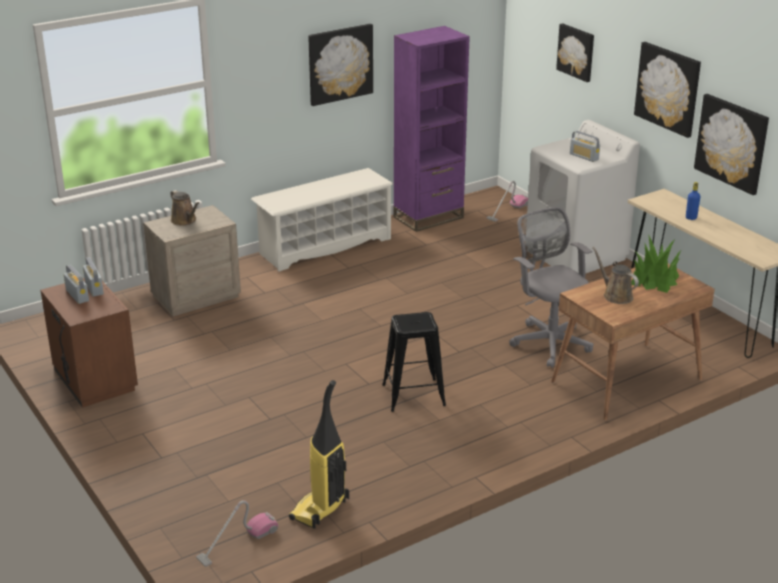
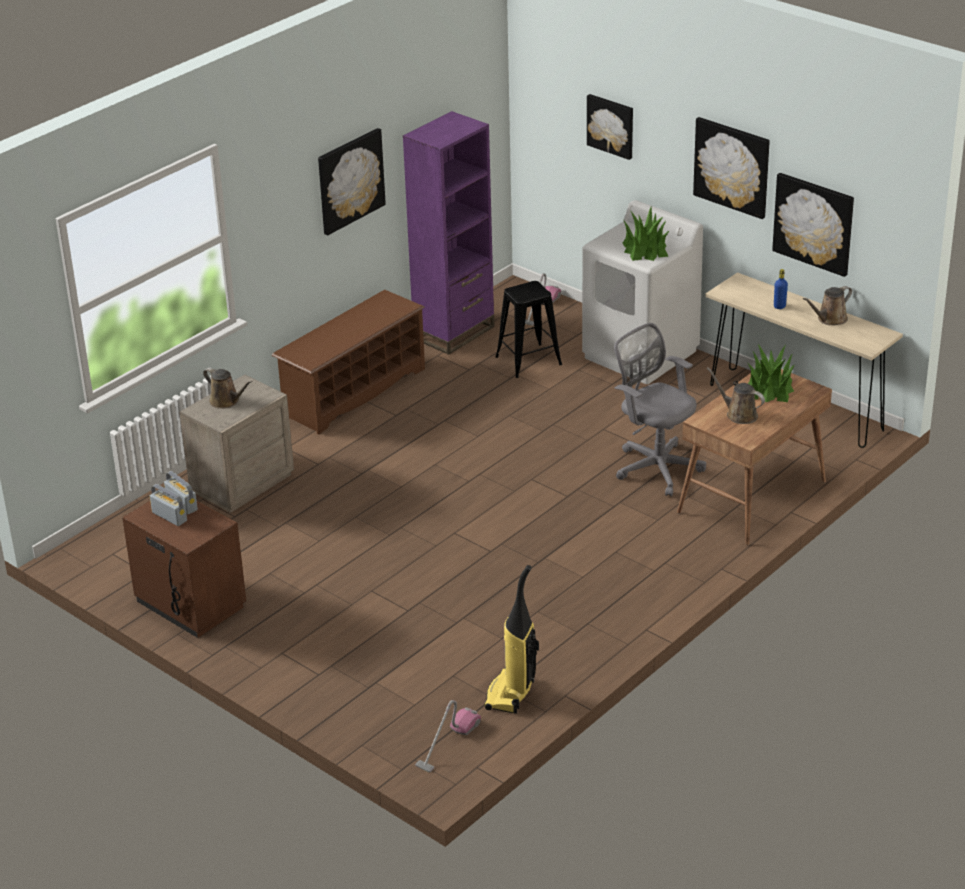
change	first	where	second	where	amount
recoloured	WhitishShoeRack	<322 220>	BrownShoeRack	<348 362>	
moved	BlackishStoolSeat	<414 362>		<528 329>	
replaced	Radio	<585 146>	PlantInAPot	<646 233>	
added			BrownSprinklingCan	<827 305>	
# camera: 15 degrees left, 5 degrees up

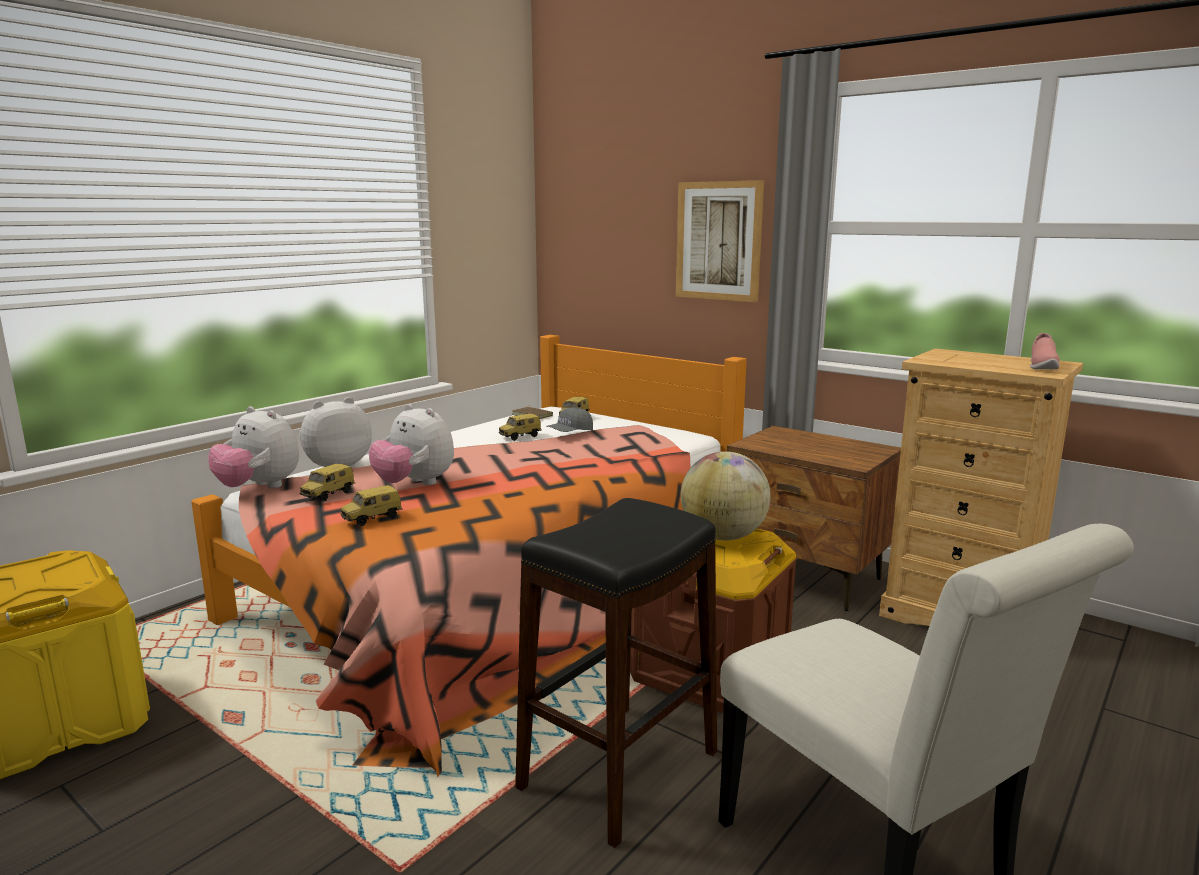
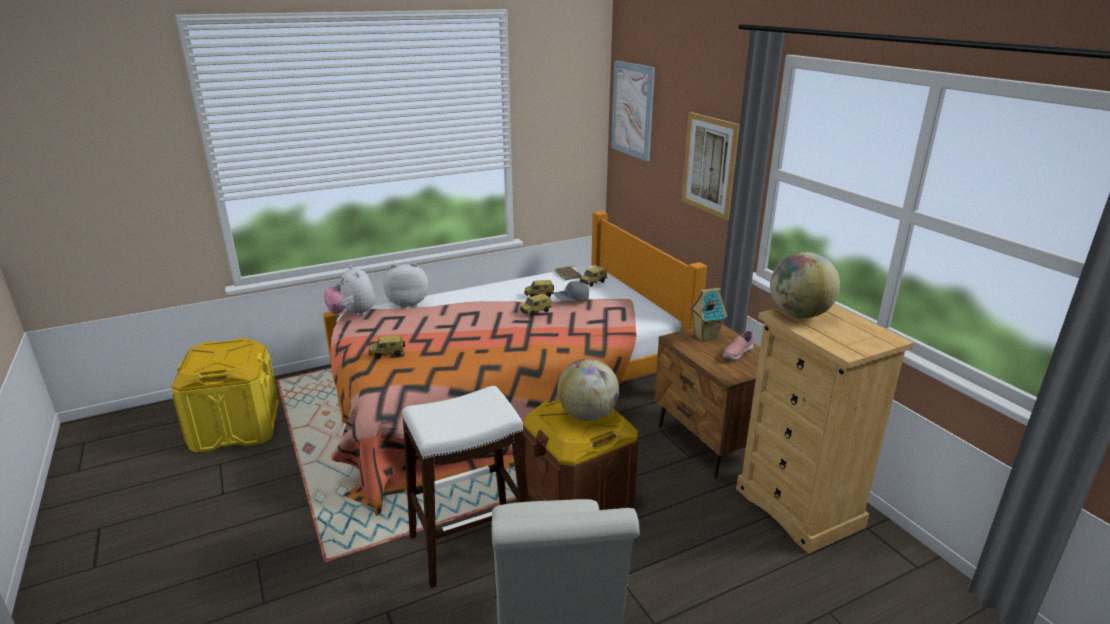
change	first	where	second	where	amount
recoloured	BlackishStoolSeat	<616 673>	WhitishStoolSeat	<465 487>	
moved	MiniatureCar	<328 483>		<536 305>	
added			Picture	<633 111>	
added			ModelHouse	<708 315>	
moved	PinkColouredShoe	<1045 351>		<738 345>	
added			Globe	<805 285>	
removed	SoftToy	<411 444>			
# camera: 25 degrees right, 10 degrees up

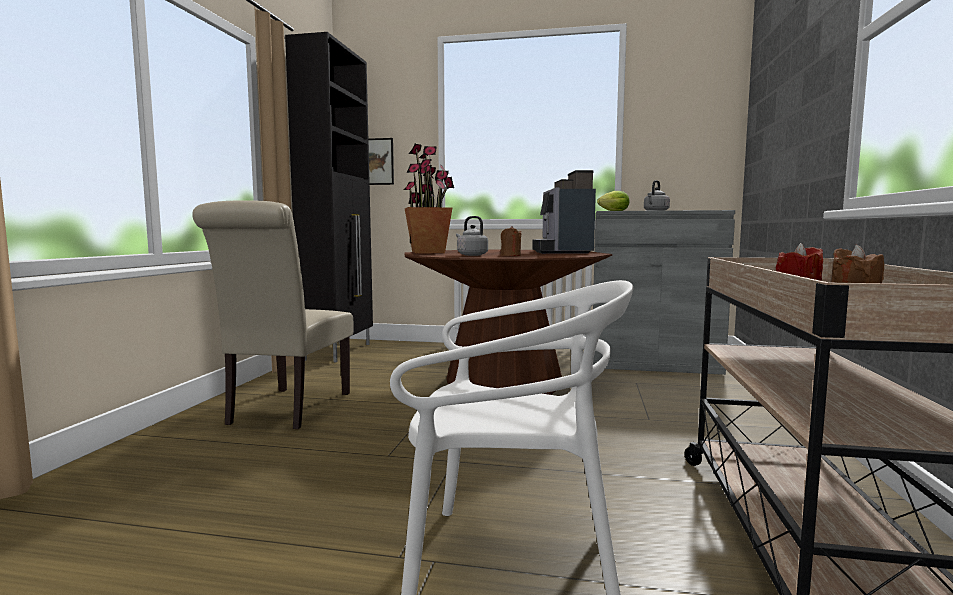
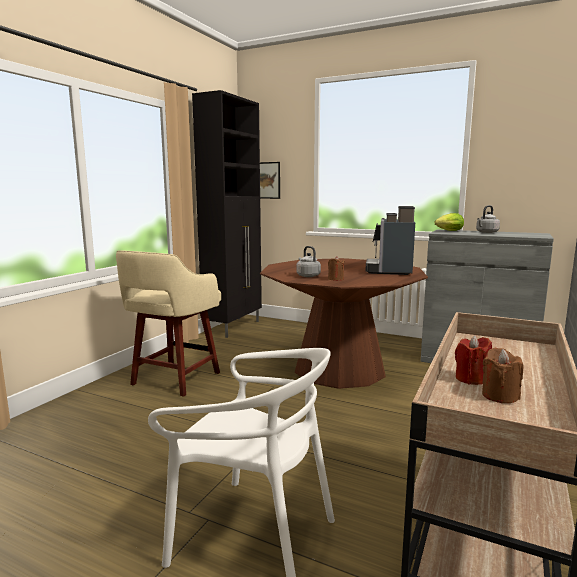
change	first	where	second	where	amount
replaced	BeigePlainChair	<273 314>	BeigeStoolSeat	<168 323>	
removed	PlantInAPot	<428 199>			
# camera: 15 degrees right, 5 degrees up

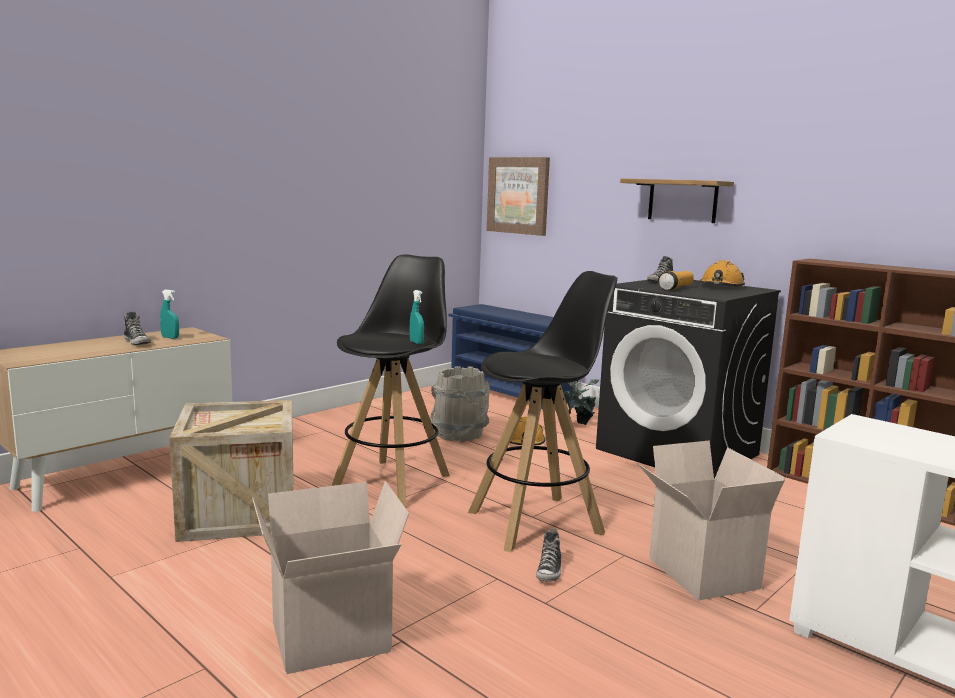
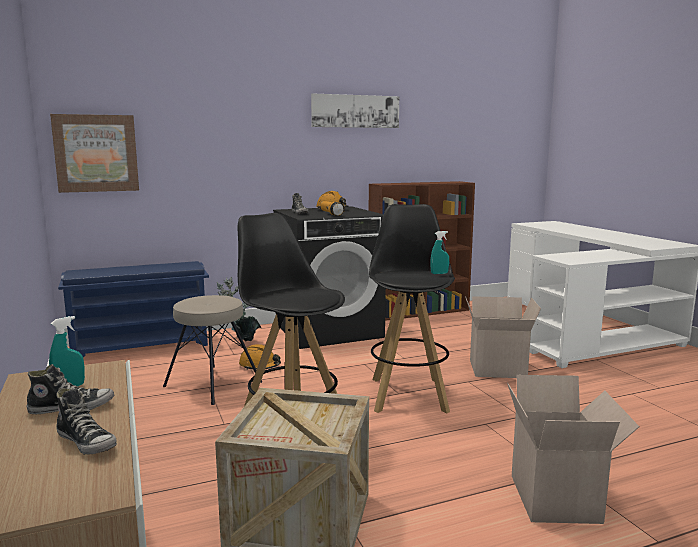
change	first	where	second	where	amount
moved	Shoe	<548 555>		<86 421>	
replaced	GrayBucket	<460 404>	BeigeStoolSeat	<212 350>	
added			Picture	<355 110>	
moved	BlueGreenHandSprayer	<417 317>		<439 252>	
removed	WallShelf	<677 201>			
# camera: 65 degrees left, 0 degrees up

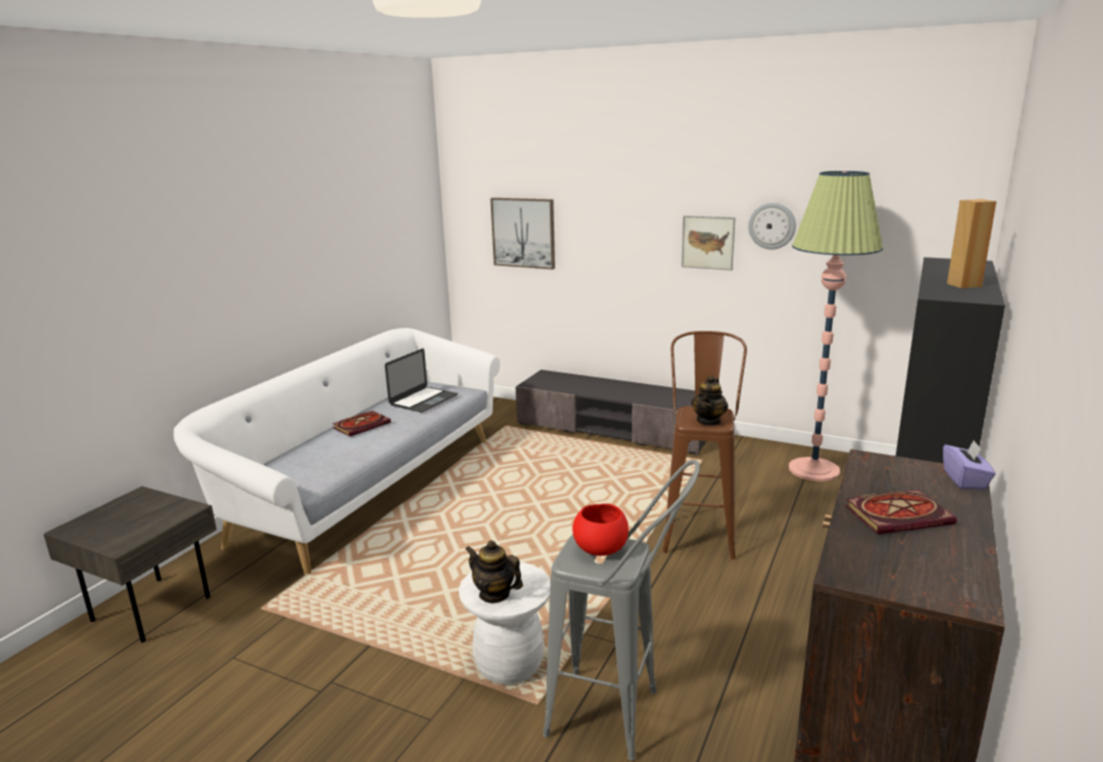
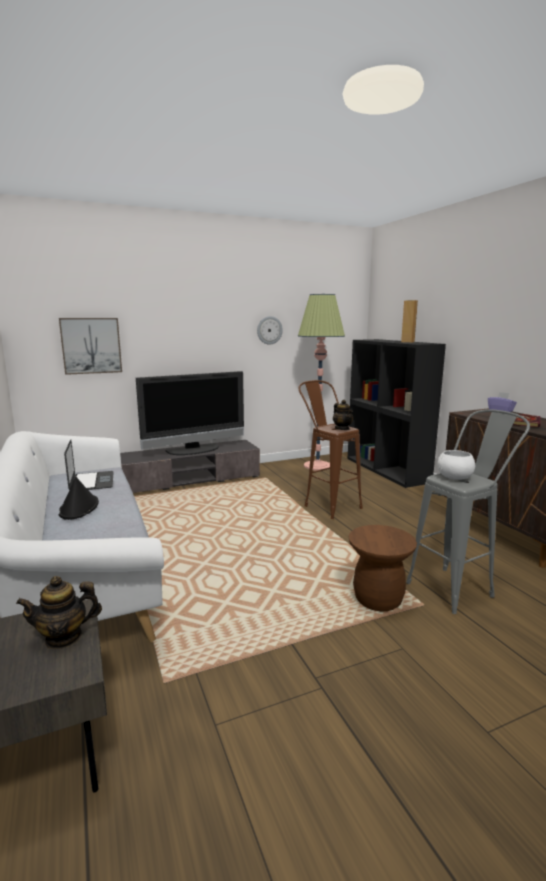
change	first	where	second	where	amount
moved	PotForTea	<494 571>		<59 612>	
replaced	Book	<362 423>	BlackishHat	<79 498>	
added			Tv	<190 413>	
recoloured	WhitishStoolSeat	<504 623>	BrownStoolSeat	<383 568>	
recoloured	RedDeepDish	<600 529>	WhitishDeepDish	<456 465>	
removed	Picture	<708 242>			
# camera: 50 degrees left, 5 degrees down

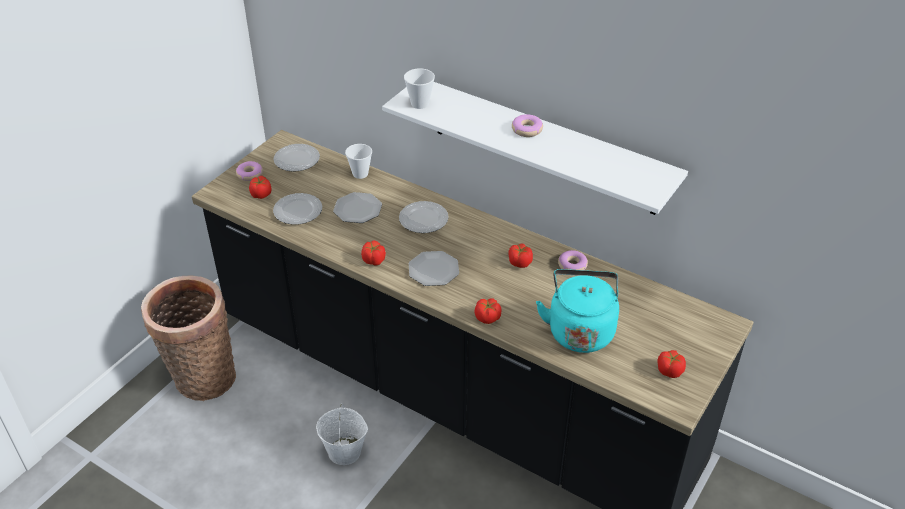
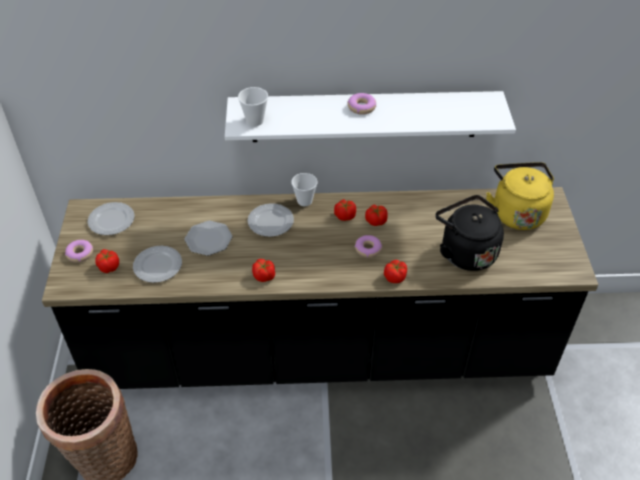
change	first	where	second	where	amount
moved	DrinkingCup	<358 161>		<304 189>	
moved	Tomato	<671 364>		<345 210>	
moved	Doughnut	<573 260>		<368 246>	
recoloured	BlueGreenKettle	<577 311>	BlackishKettle	<469 233>	
added			YellowKettle	<520 196>	
removed	WhitishBucket	<342 434>			
removed	Plate	<434 268>			
# camera: 35 degrees left, 5 degrees up

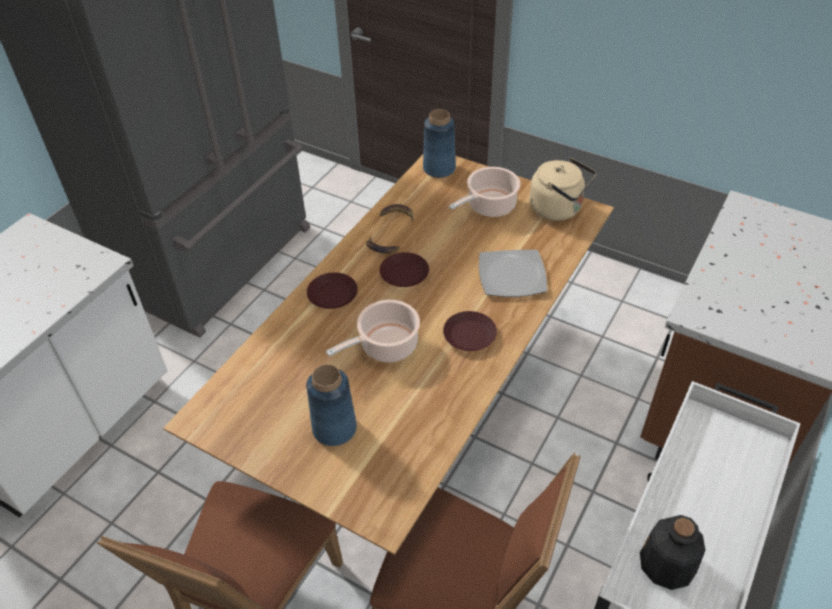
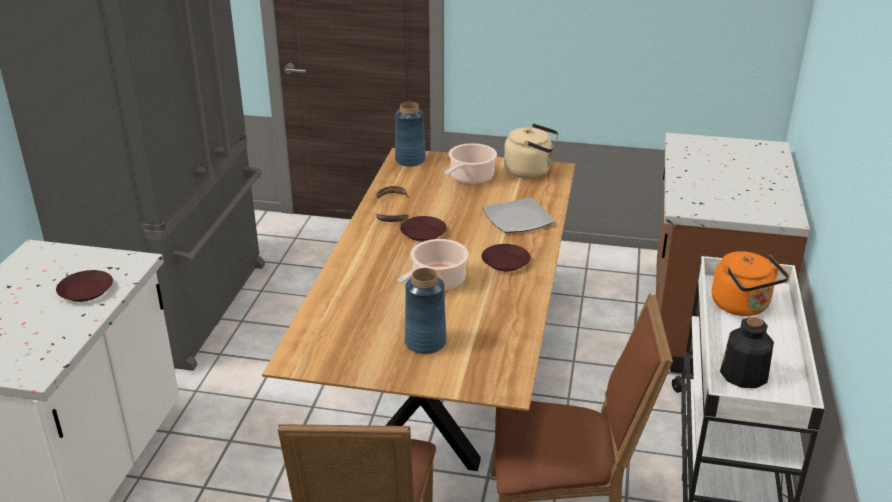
change	first	where	second	where	amount
moved	BrownPlate	<332 290>		<84 286>	
added			OrangeColouredKettle	<750 283>	
# camera: 20 degrees left, 15 degrees down

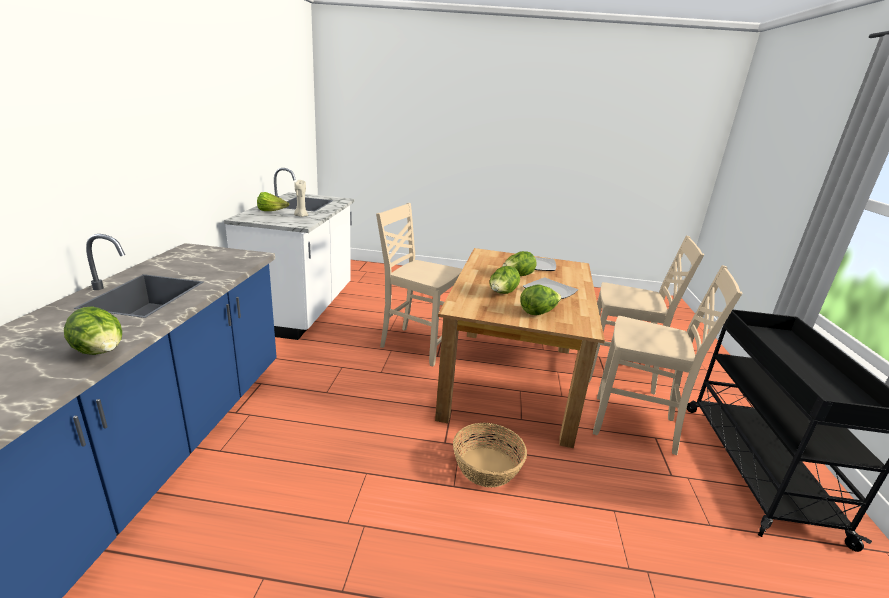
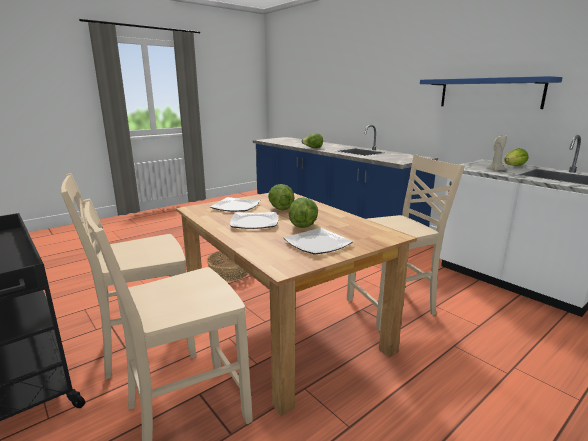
change	first	where	second	where	amount
replaced	LettuceHead	<540 300>	Plate	<235 204>	
added			BlueColouredWallShelf	<491 92>	
# camera: 135 degrees right, 5 degrees down

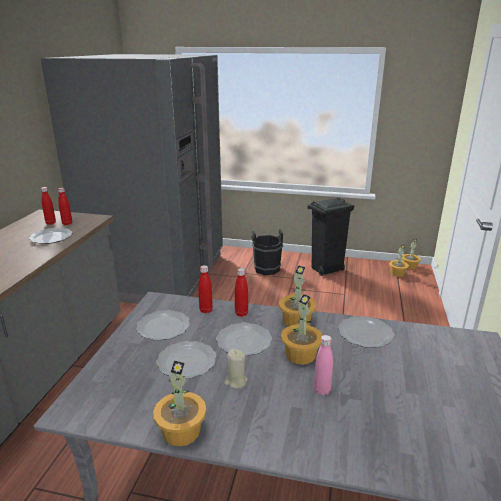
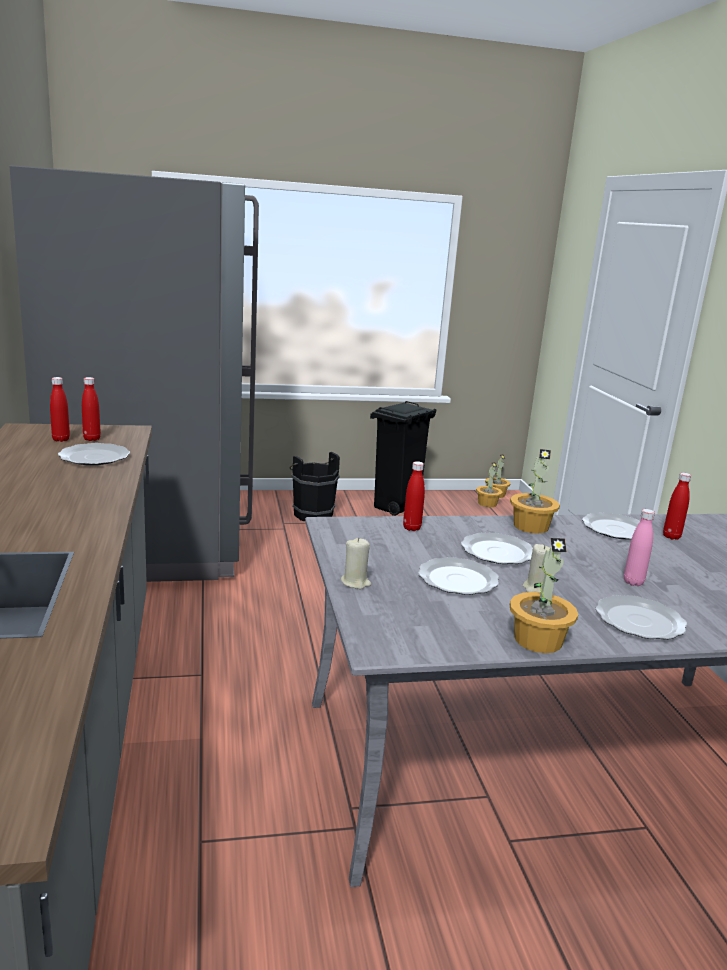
change	first	where	second	where	amount
added			BeigeWaxCandle	<356 563>	
moved	Plate	<163 325>		<641 617>	
moved	RedBeverageBottle	<241 292>		<677 506>	
removed	PlantInAPot	<302 329>			
# camera: 25 degrees left, 5 degrees down

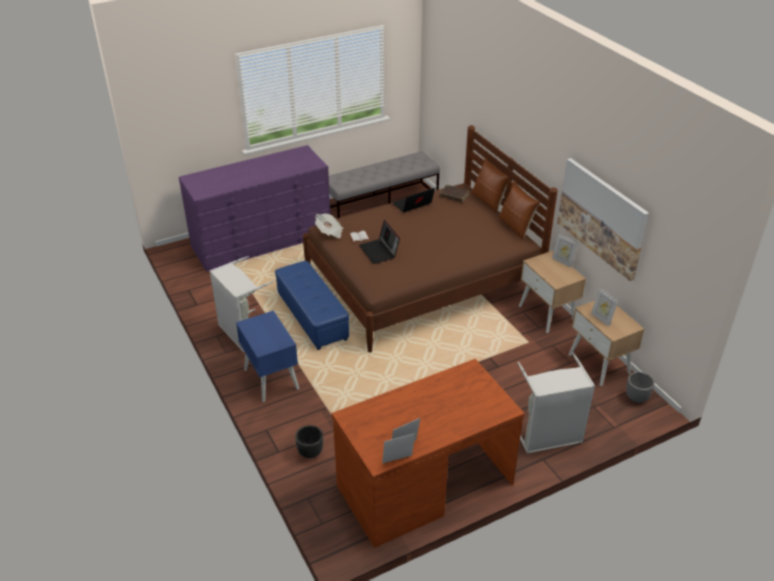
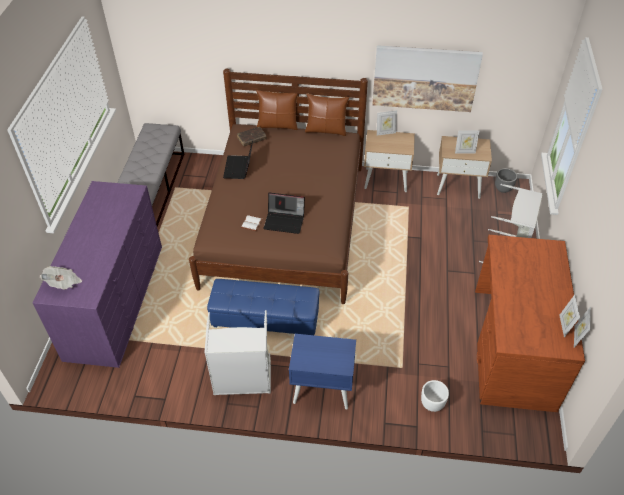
change	first	where	second	where	amount
moved	Newspaper	<329 225>		<61 278>	
recoloured	BlackishPlanter	<309 441>	WhitishPlanter	<435 396>	
# camera: 55 degrees left, 10 degrees up

